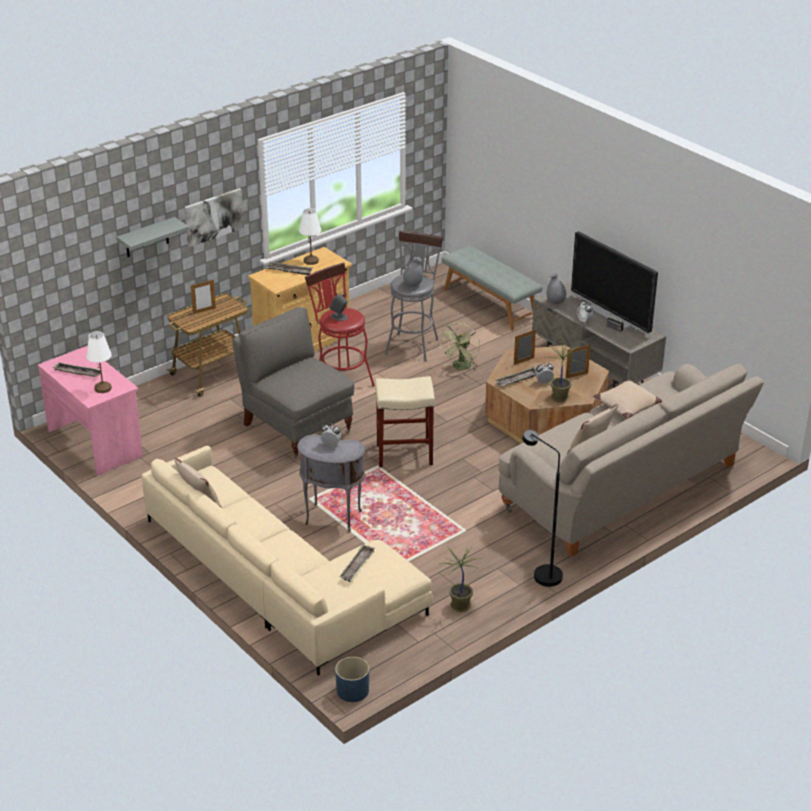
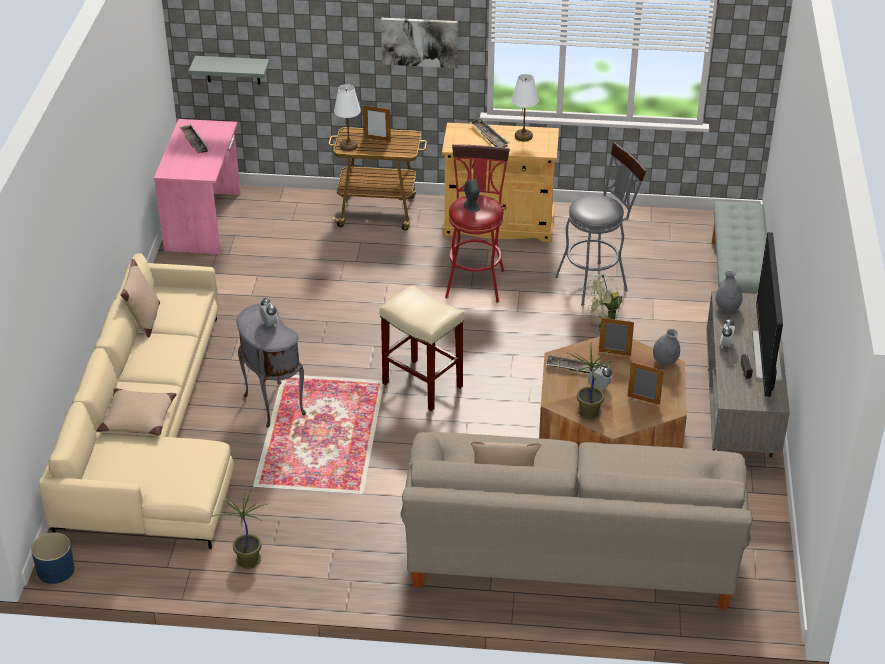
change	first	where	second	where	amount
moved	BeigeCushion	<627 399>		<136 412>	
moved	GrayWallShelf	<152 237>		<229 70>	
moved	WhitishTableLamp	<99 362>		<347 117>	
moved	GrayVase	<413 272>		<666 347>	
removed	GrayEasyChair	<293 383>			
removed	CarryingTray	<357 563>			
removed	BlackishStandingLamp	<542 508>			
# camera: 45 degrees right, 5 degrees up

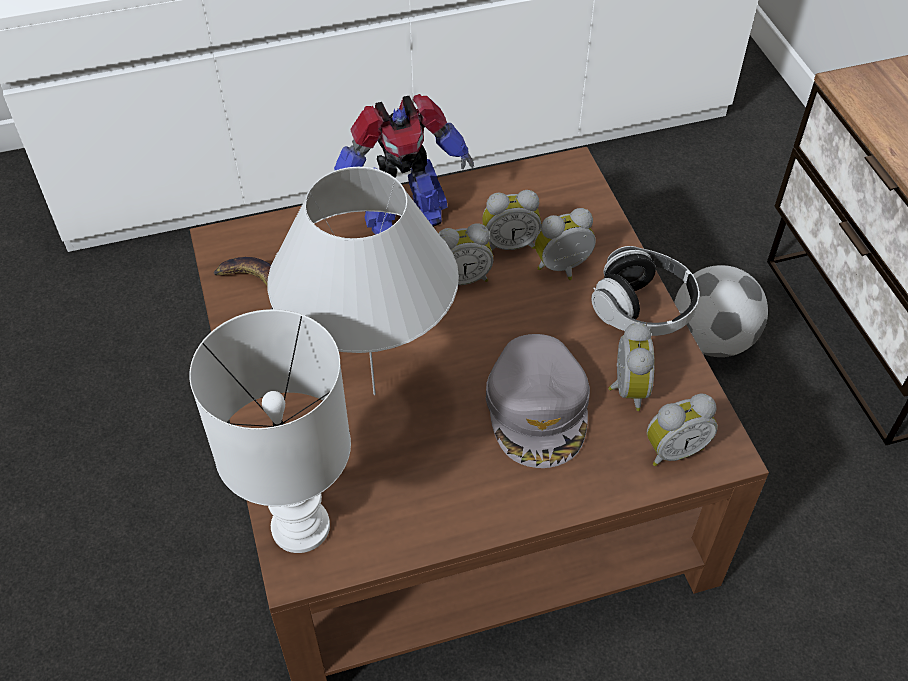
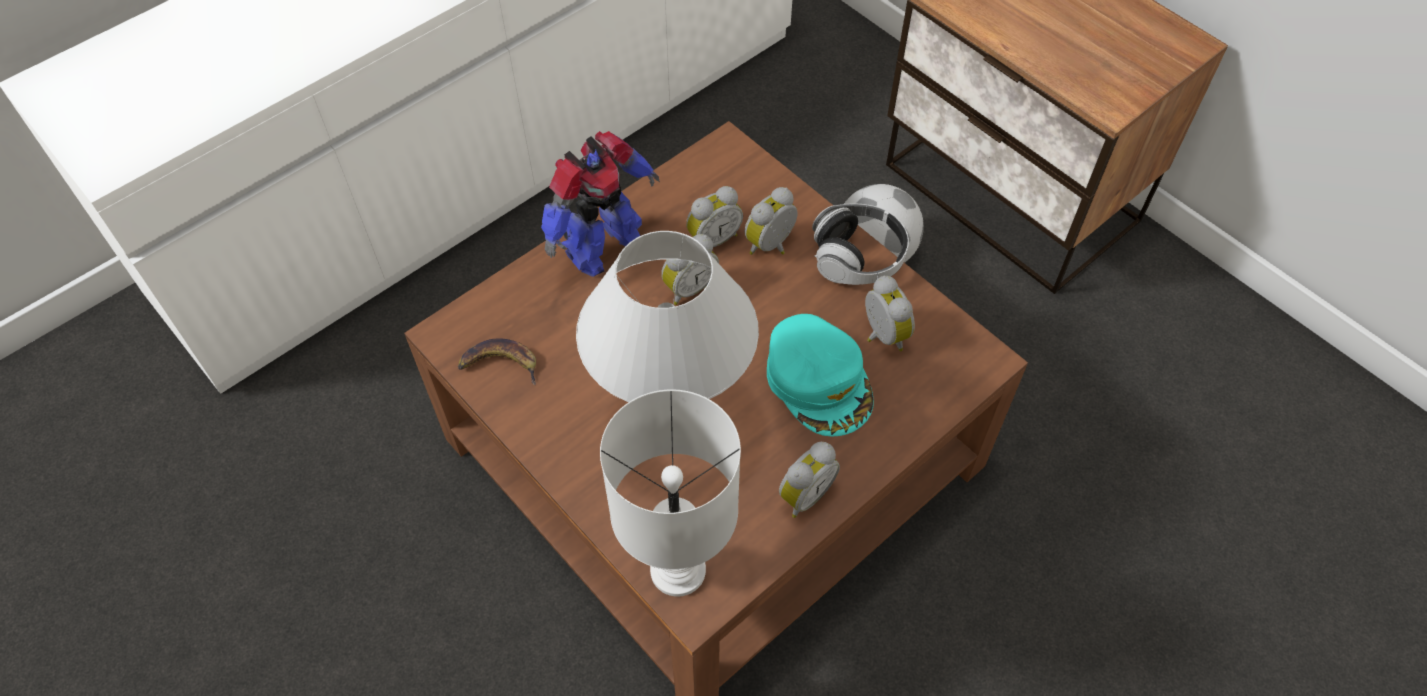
change	first	where	second	where	amount
recoloured	GrayPeakedCap	<538 401>	BlueGreenPeakedCap	<820 375>	
moved	BedsideClock	<682 430>		<809 480>	
# camera: 25 degrees left, 5 degrees up

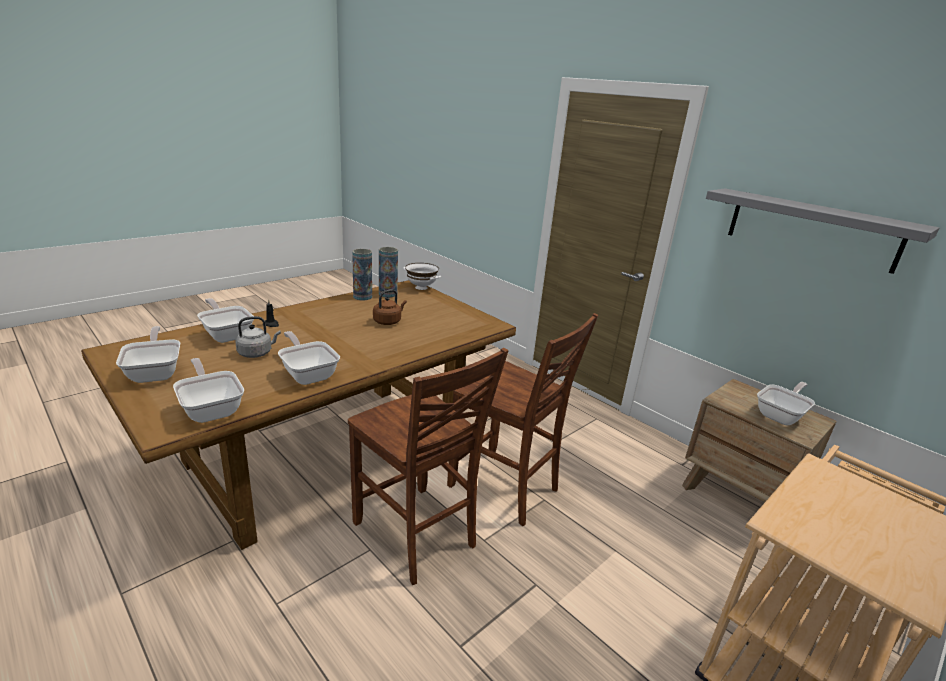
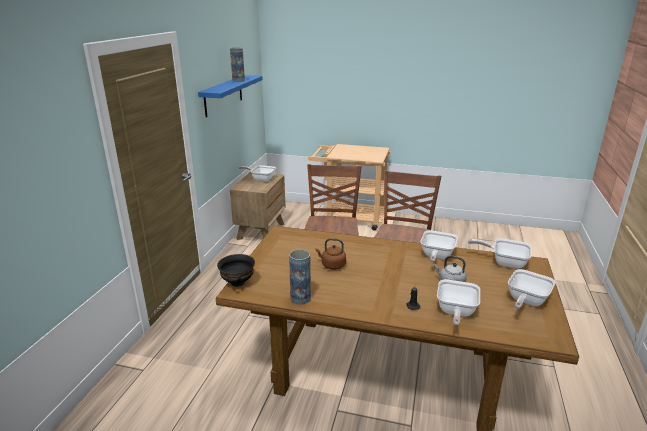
change	first	where	second	where	amount
recoloured	GrayWallShelf	<822 231>	BlueColouredWallShelf	<230 96>	
recoloured	WhitishDeepDish	<422 276>	BlackishDeepDish	<236 270>	
moved	Vase	<388 272>		<237 65>	
turned	Pan	<208 390>		<500 253>	90 degrees clockwise
# camera: 120 degrees left, 0 degrees up

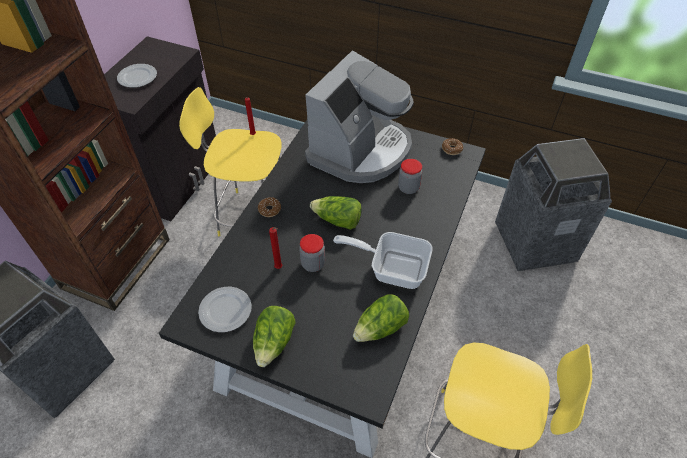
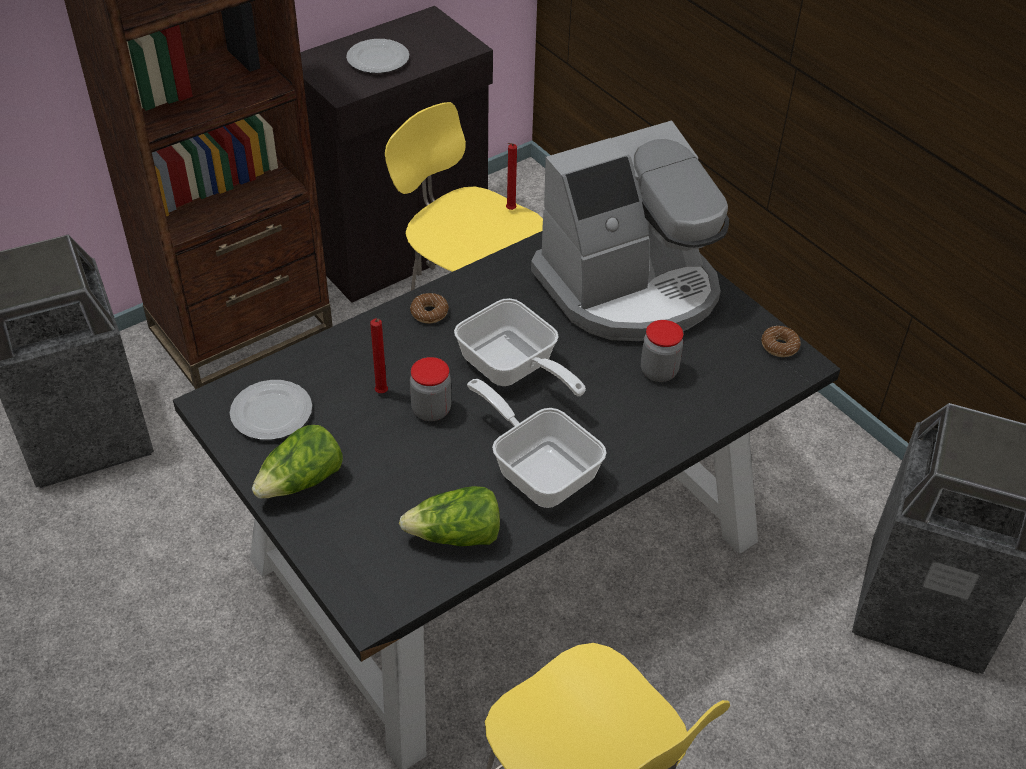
change	first	where	second	where	amount
replaced	LettuceHead	<336 213>	Pan	<520 347>	
# camera: 30 degrees right, 5 degrees down

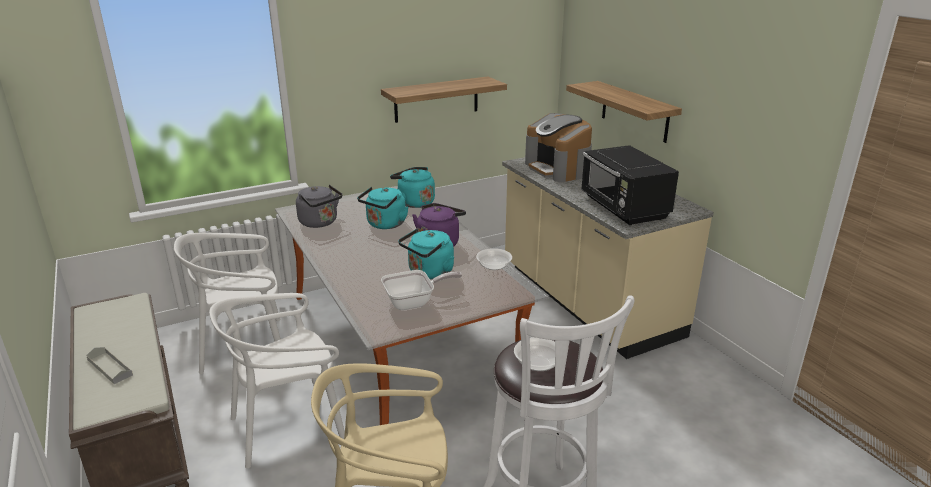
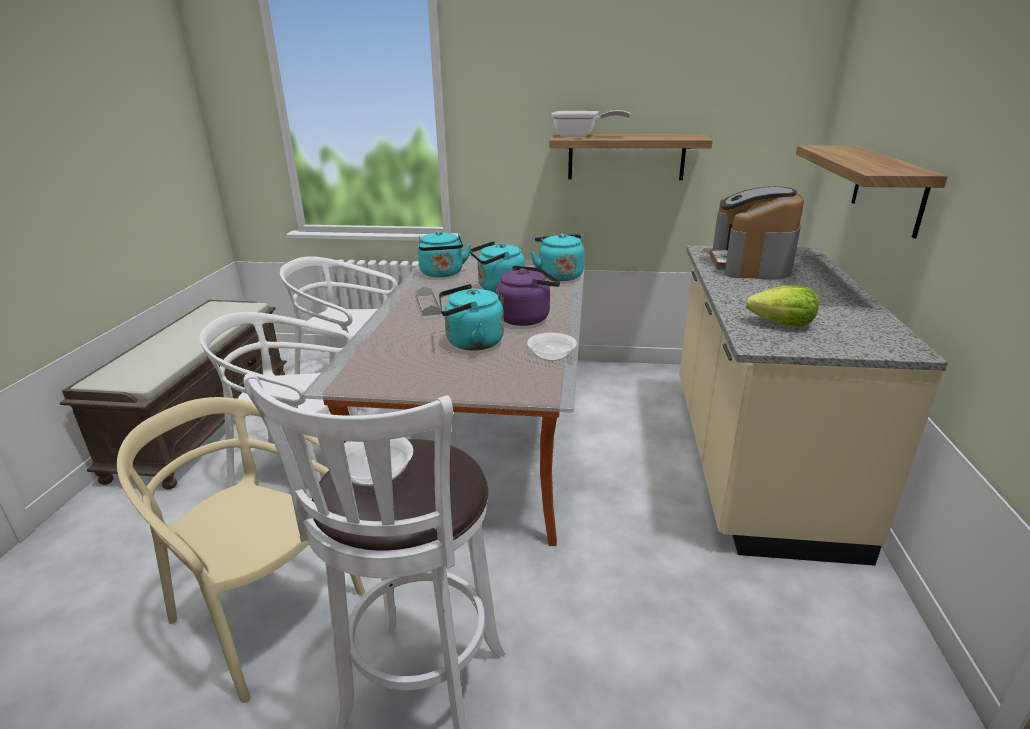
change	first	where	second	where	amount
moved	GrayCarryingTray	<109 365>		<428 301>	
recoloured	GrayKettle	<319 206>	BlueGreenKettle	<445 254>	
moved	Pan	<421 290>		<590 124>	
replaced	BlackishMicrowaveOven	<630 185>	LettuceHead	<782 306>	
# camera: 35 degrees right, 0 degrees up

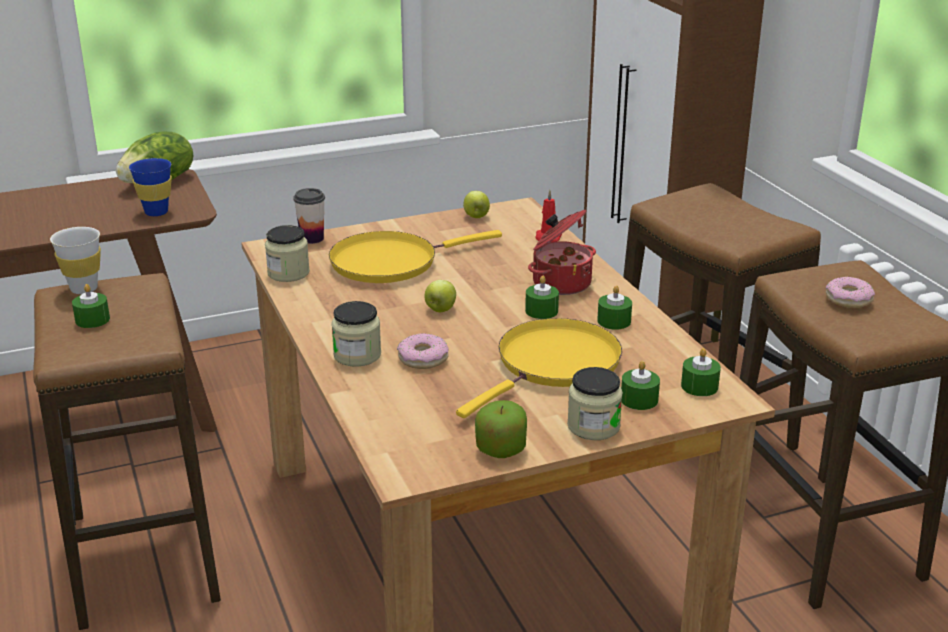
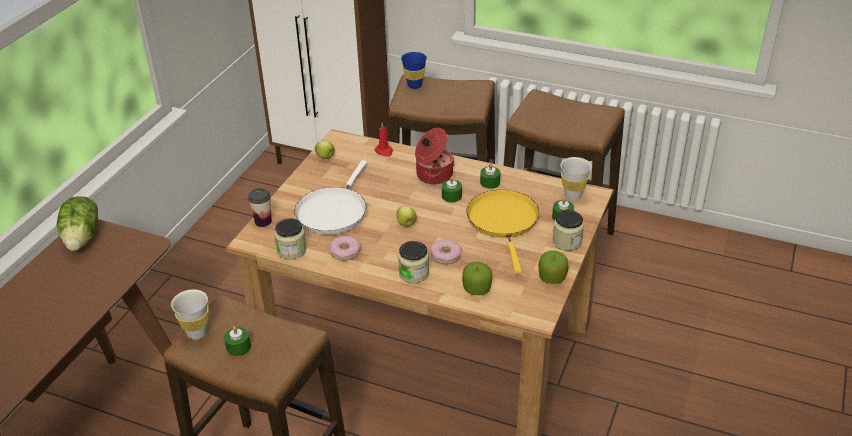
change	first	where	second	where	amount
recoloured	YellowPan	<415 256>	WhitishPan	<330 197>	
moved	Doughnut	<850 292>		<345 248>	
moved	BlueColouredDrinkingCup	<150 187>		<414 70>	
added			WholeApple	<477 278>	
replaced	GreenishWaxCandle	<701 372>	WhitishDrinkingCup	<576 178>	
# camera: 45 degrees left, 10 degrees up

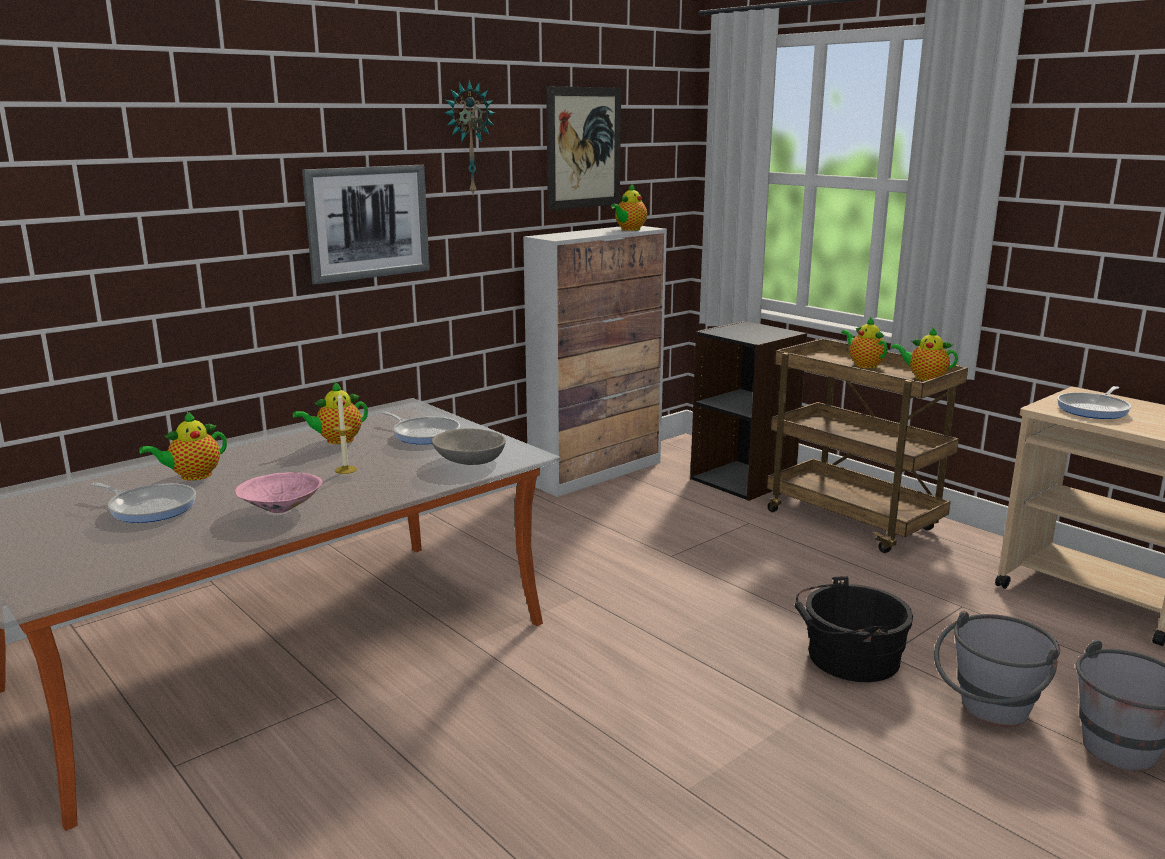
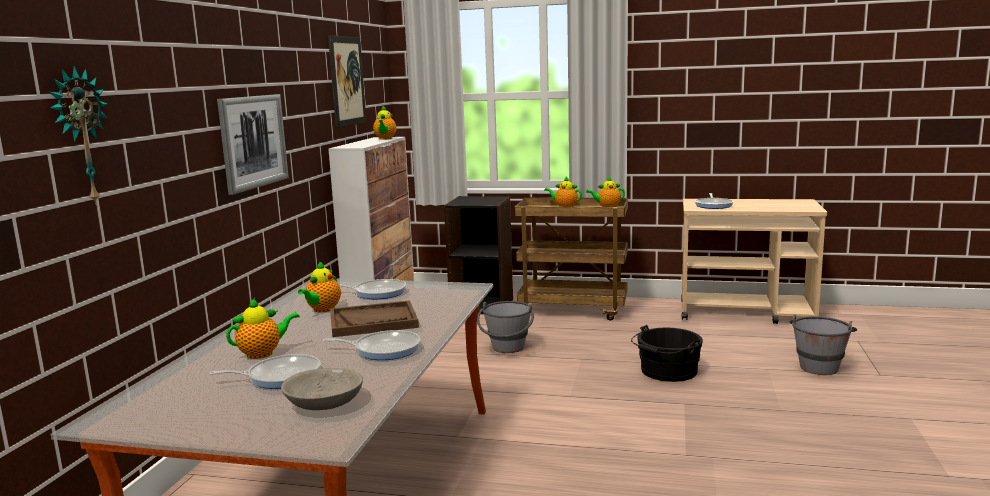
change	first	where	second	where	amount
moved	HangingClock	<470 137>		<78 135>	
turned	PotForTea	<183 446>		<263 328>	135 degrees counterclockwise
moved	GrayDeepDish	<469 446>		<322 389>	
replaced	PinkColouredDeepDish	<278 492>	Pan	<372 345>	
replaced	WaxCandle	<345 433>	BrownCarryingTray	<374 318>	
moved	GrayBucket	<997 669>		<505 327>	
# camera: 35 degrees left, 5 degrees down

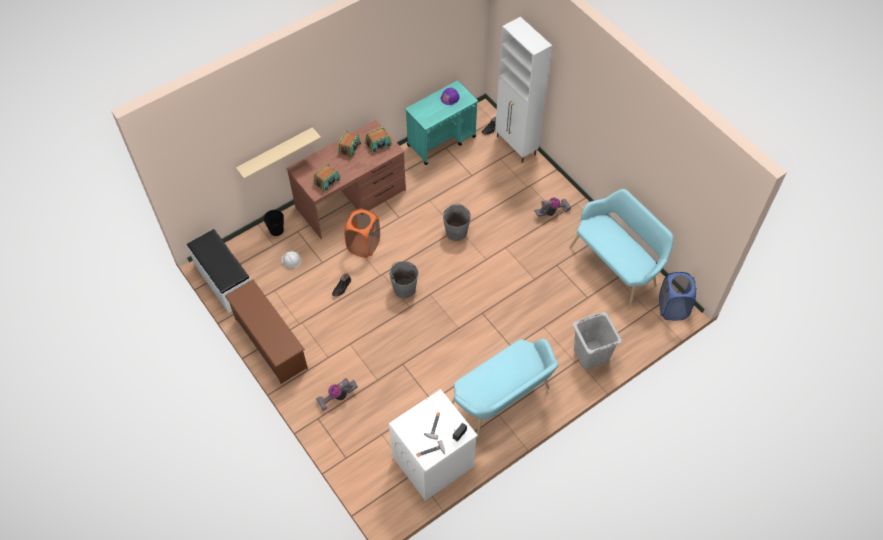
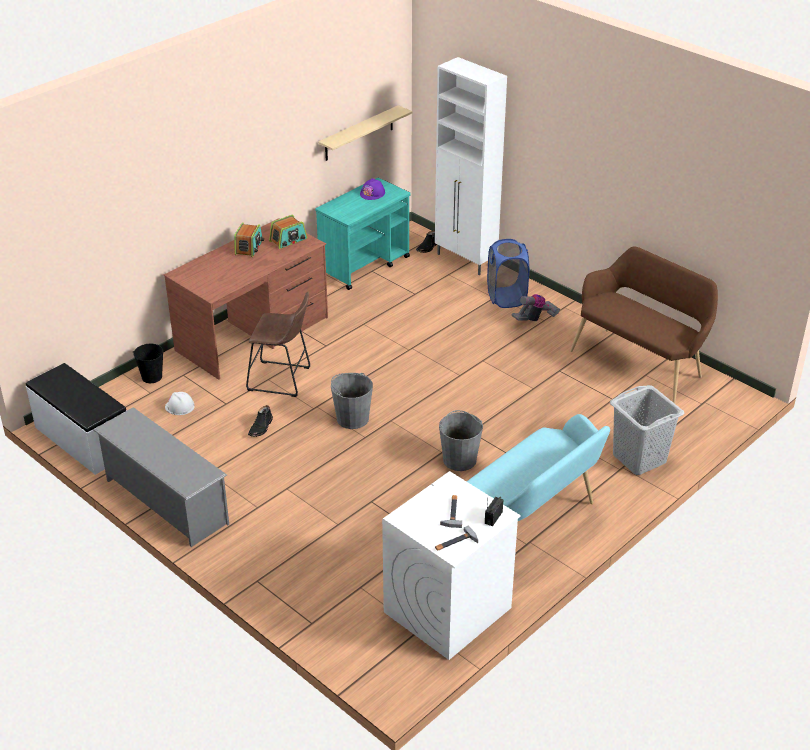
change	first	where	second	where	amount
recoloured	BrownShoeRack	<266 332>	GrayShoeRack	<161 477>	
replaced	OrangeColouredHamper	<362 233>	BrownStoolSeat	<278 344>	
moved	BeigeWallShelf	<278 153>		<365 133>	
moved	GrayBucket	<457 222>		<461 440>	
moved	BlueColouredHamper	<678 296>		<508 273>	
recoloured	BlueGreenBench	<621 249>	BrownBench	<644 324>	
removed	Radio	<327 177>			
removed	Hoover	<337 394>			
# camera: 10 degrees left, 20 degrees down

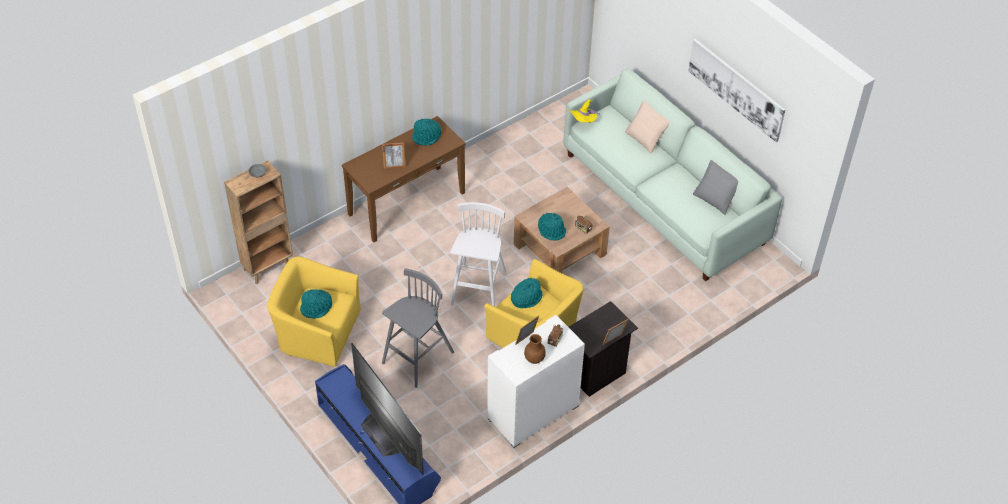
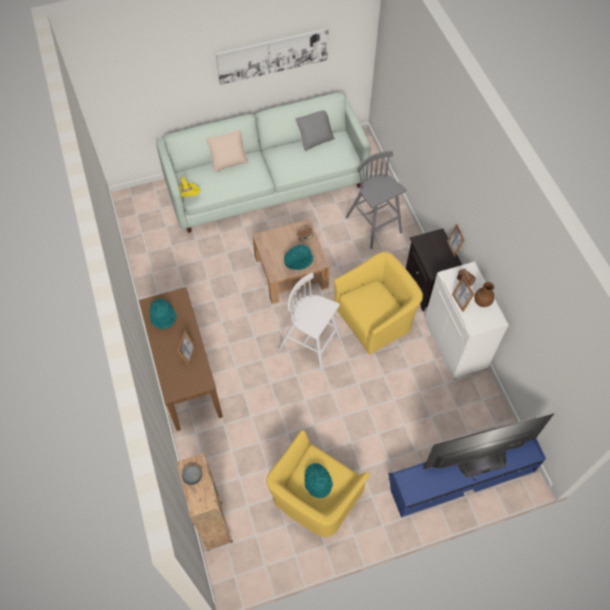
change	first	where	second	where	amount
moved	GrayStoolSeat	<418 328>		<376 200>	
removed	BlueGreenHat	<526 293>			
# camera: 70 degrees left, 10 degrees up

